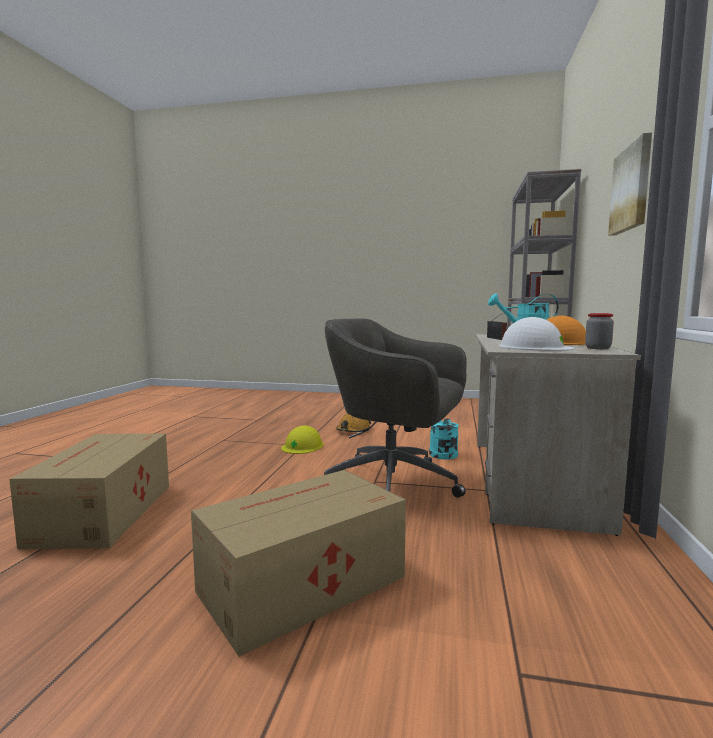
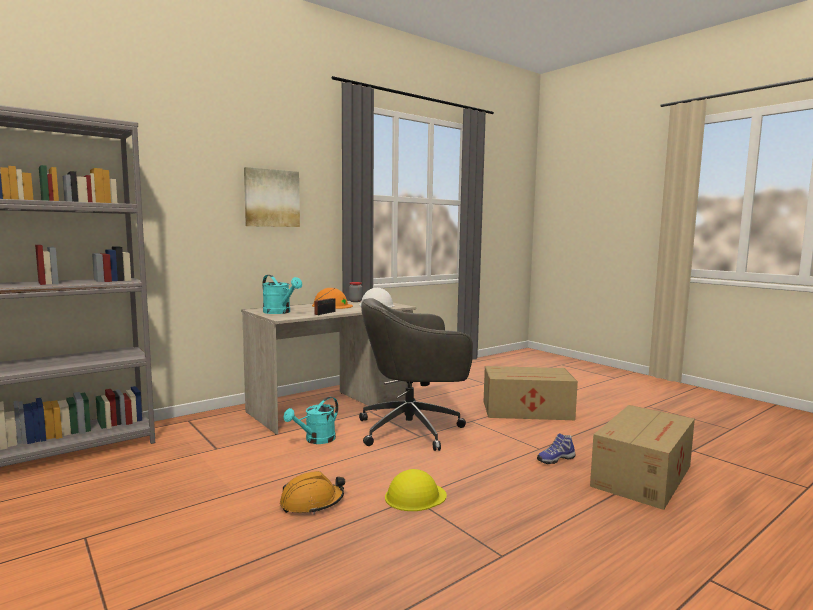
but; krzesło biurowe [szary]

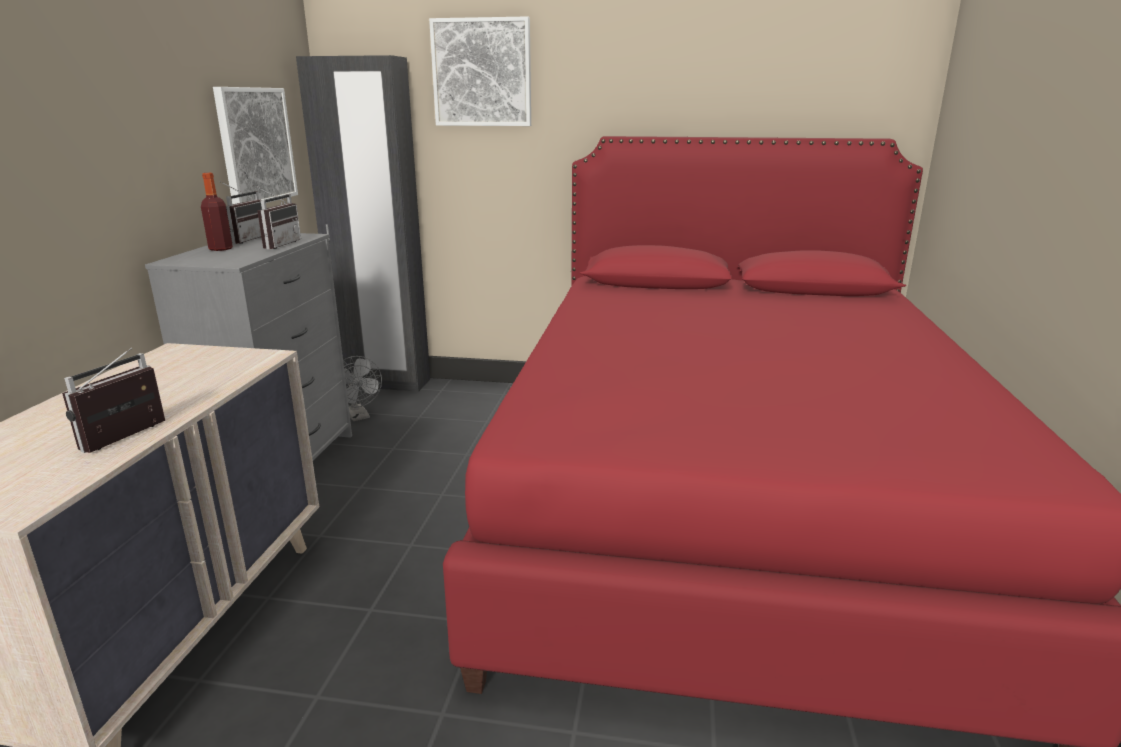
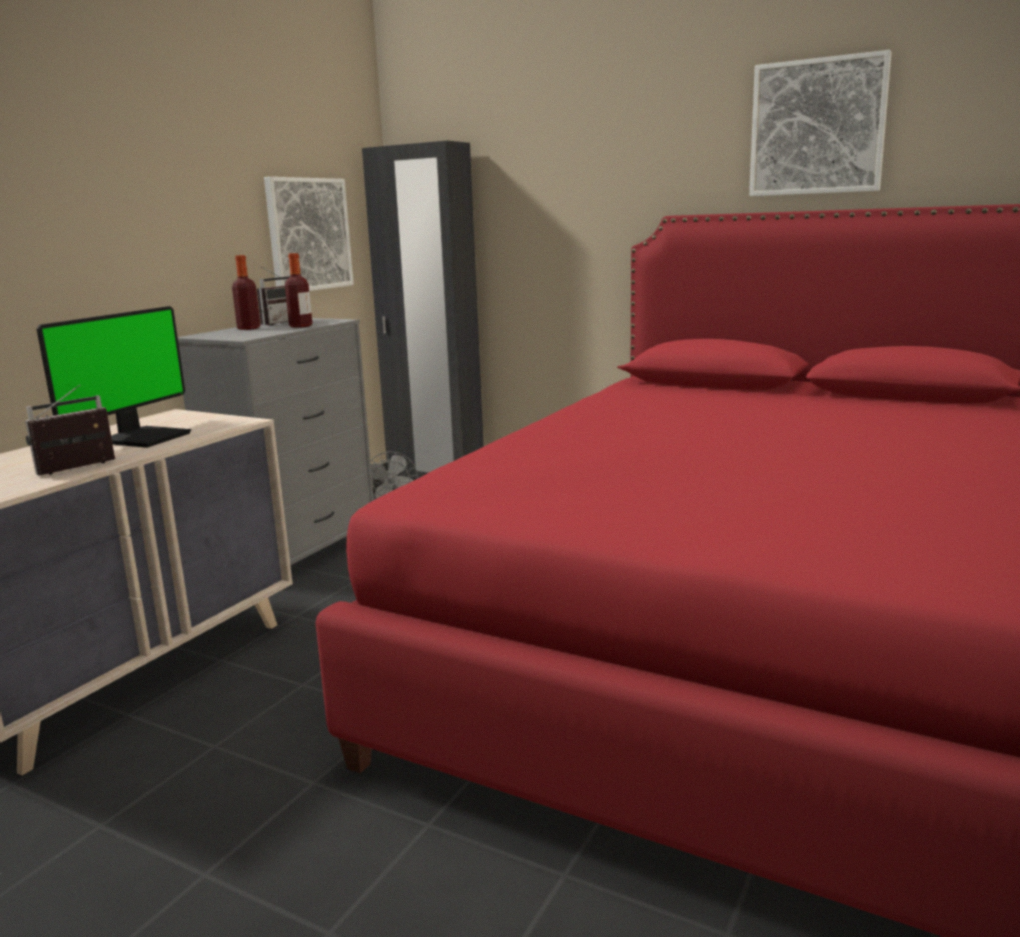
monitor; obraz (2nd from left); butelka (2nd from left)

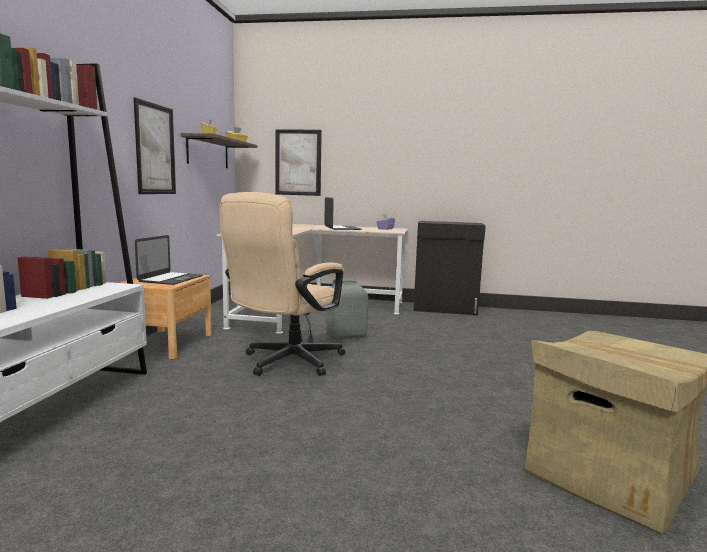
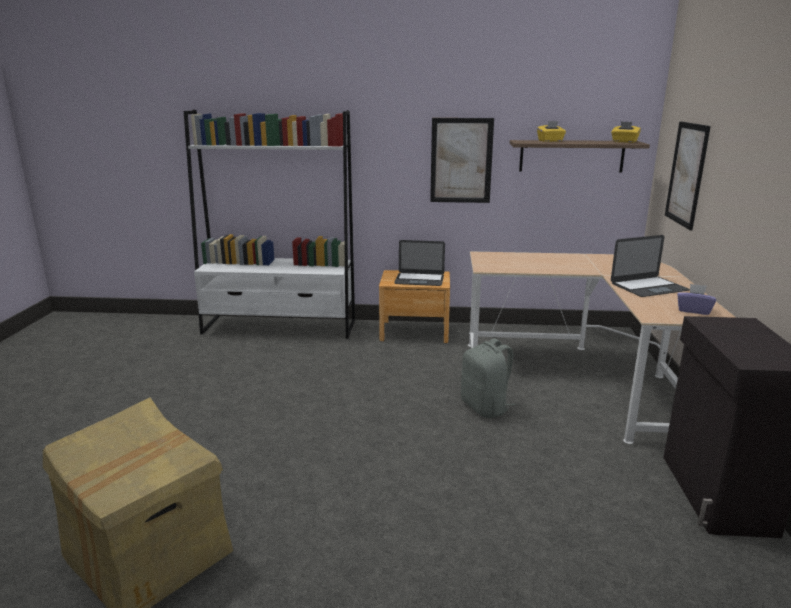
krzesło biurowe [beżowy]

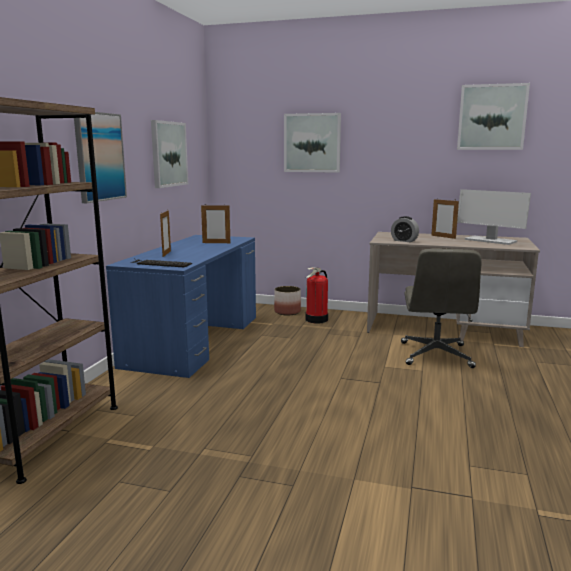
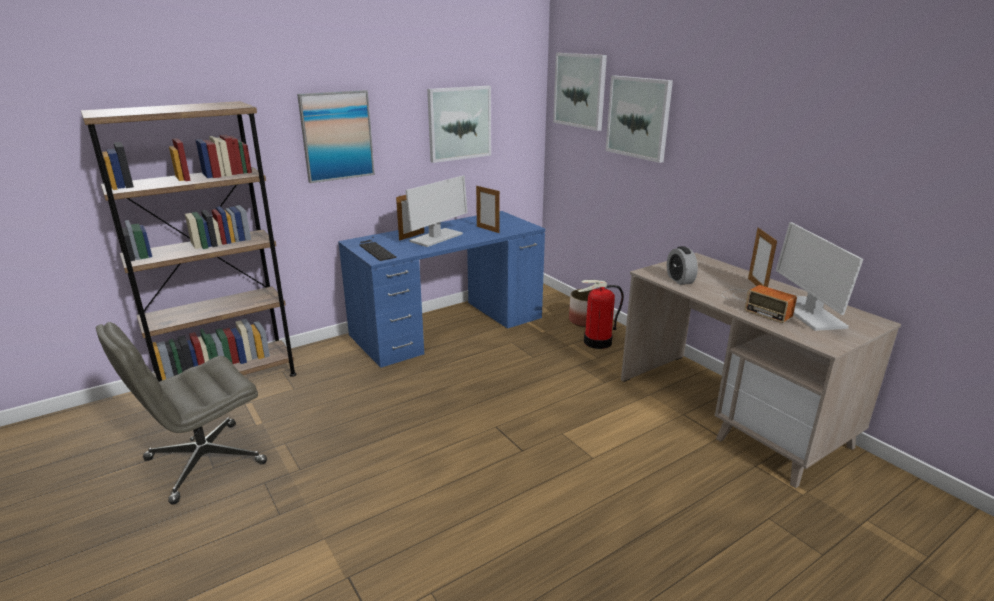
monitor (1st from left); radio; krzesło biurowe [szary]; obraz (3rd from left)

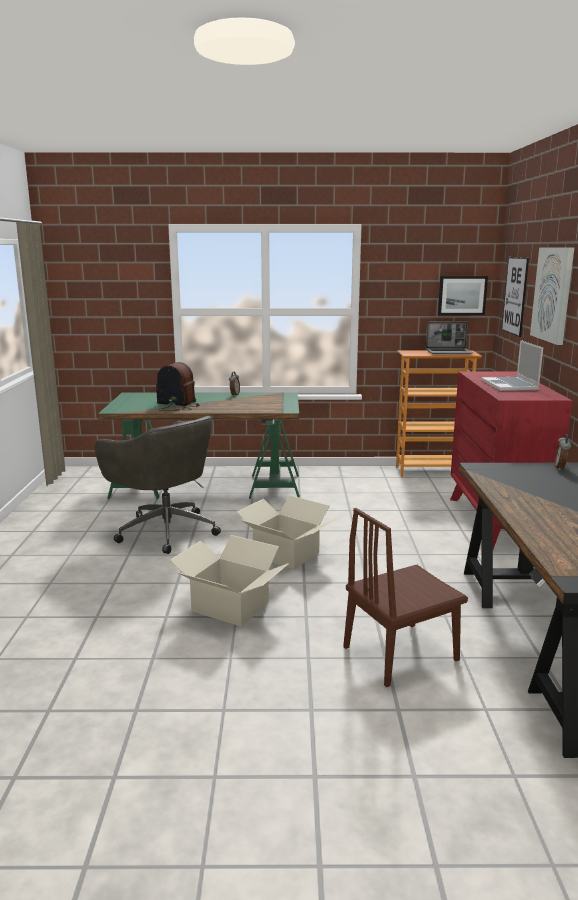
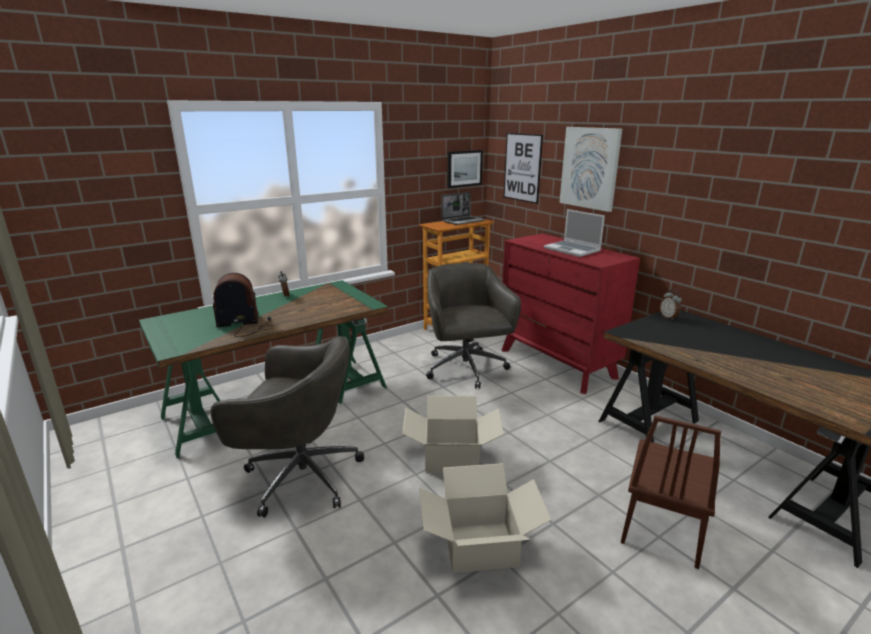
krzesło biurowe [szary] (2nd from left)

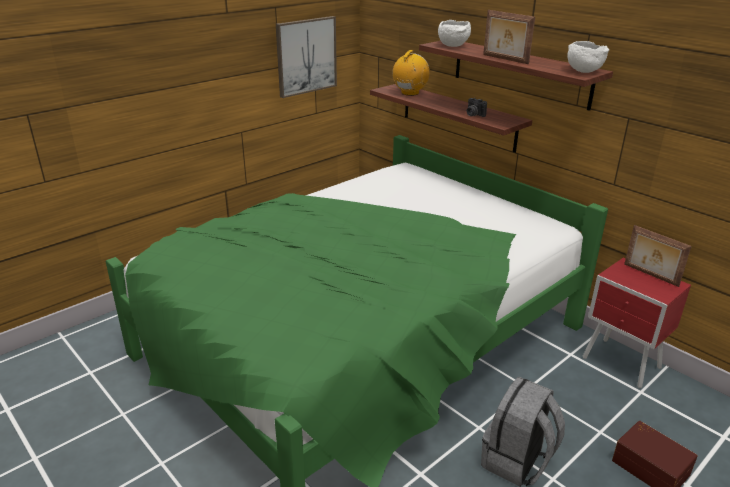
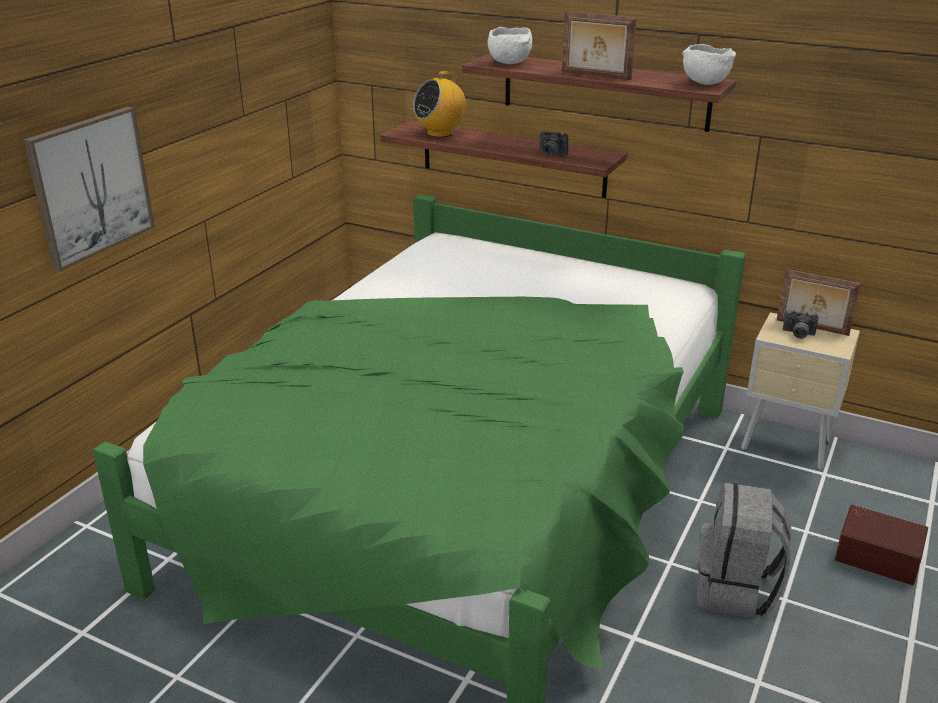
aparat fotograficzny (2nd from left); obraz; szafka nocna [beżowy]; radio

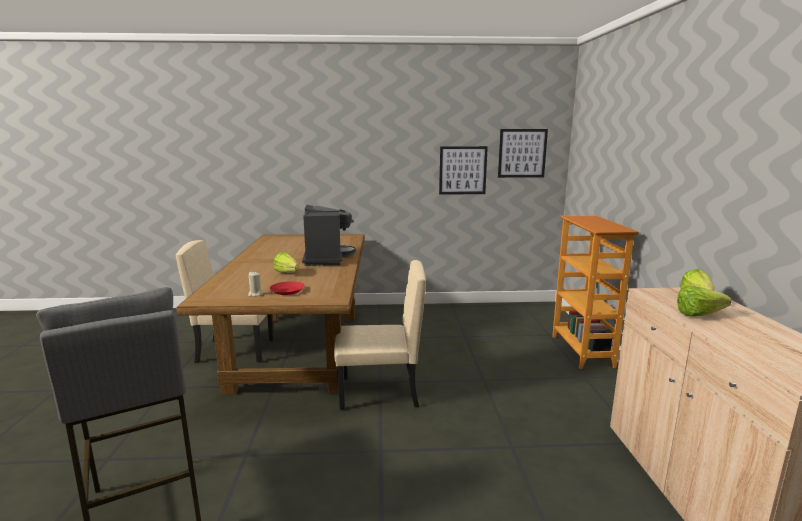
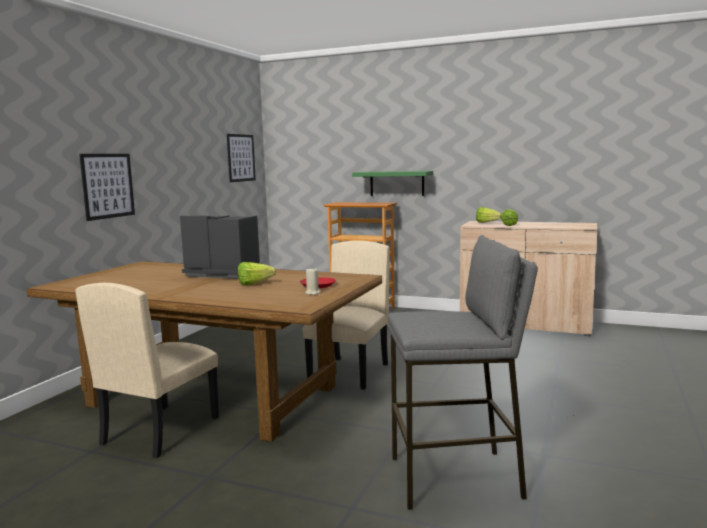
półka [zielony]; obraz (1st from left)

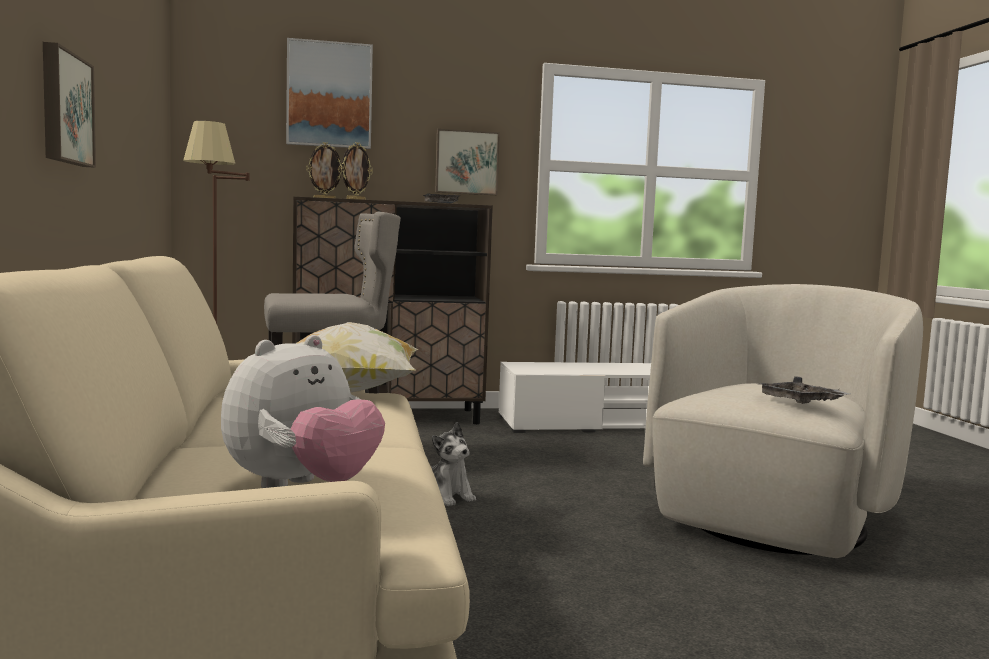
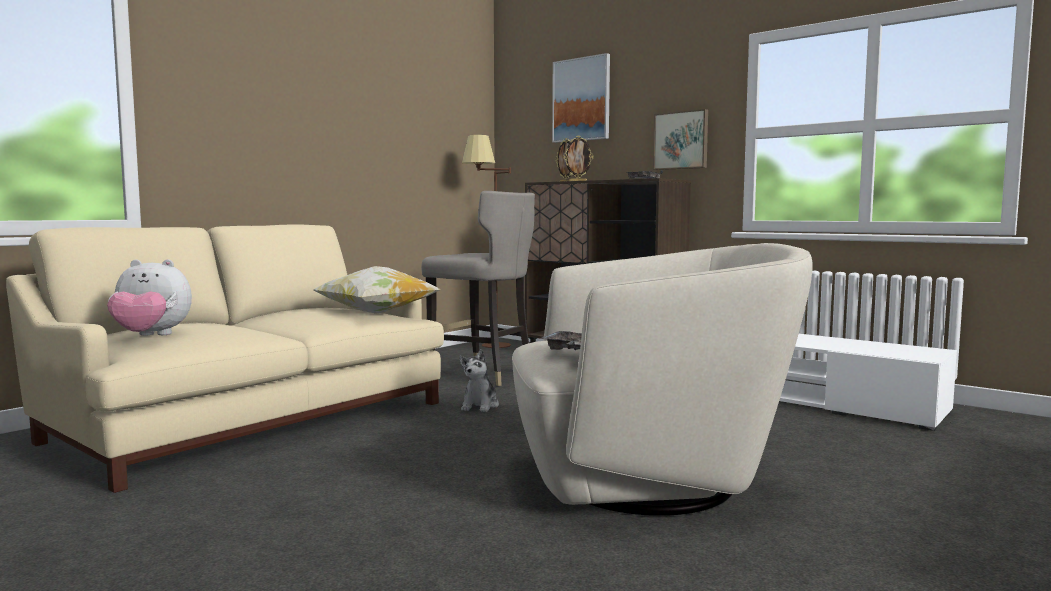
obraz (1st from left in the first image)

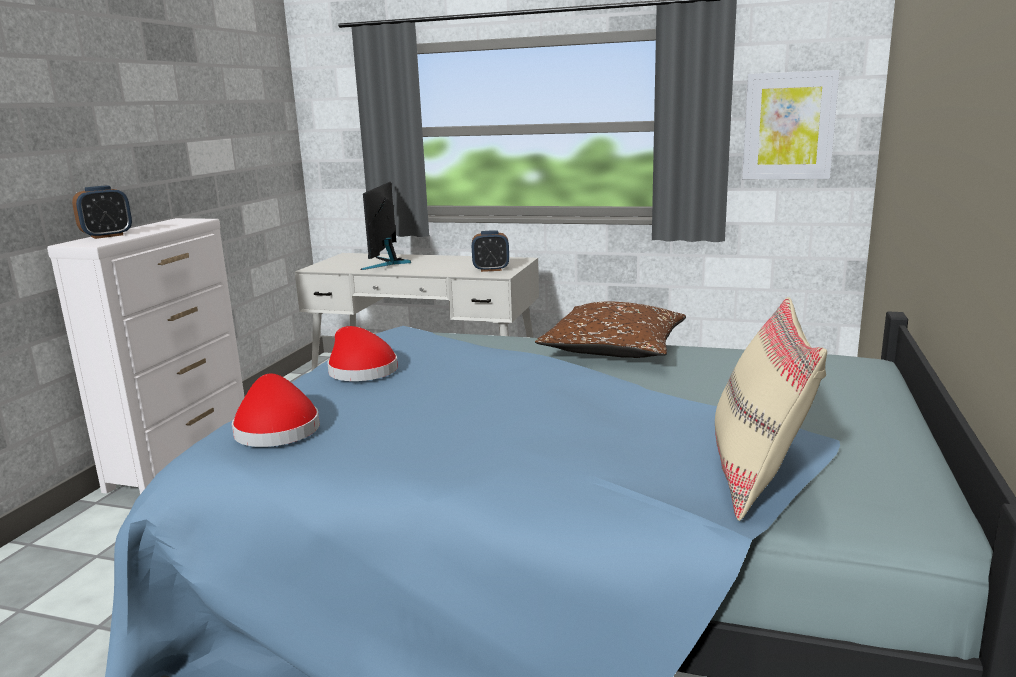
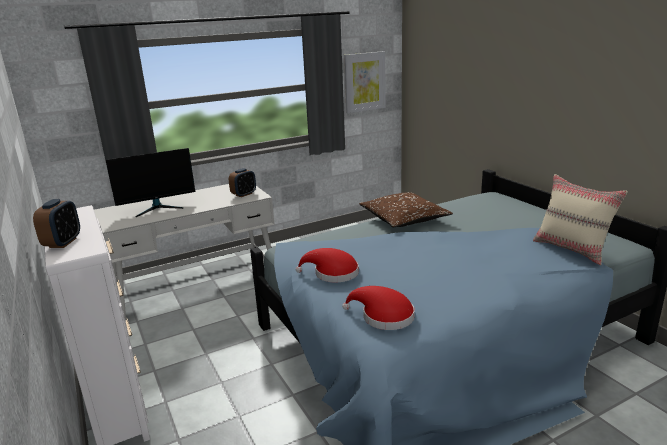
monitor

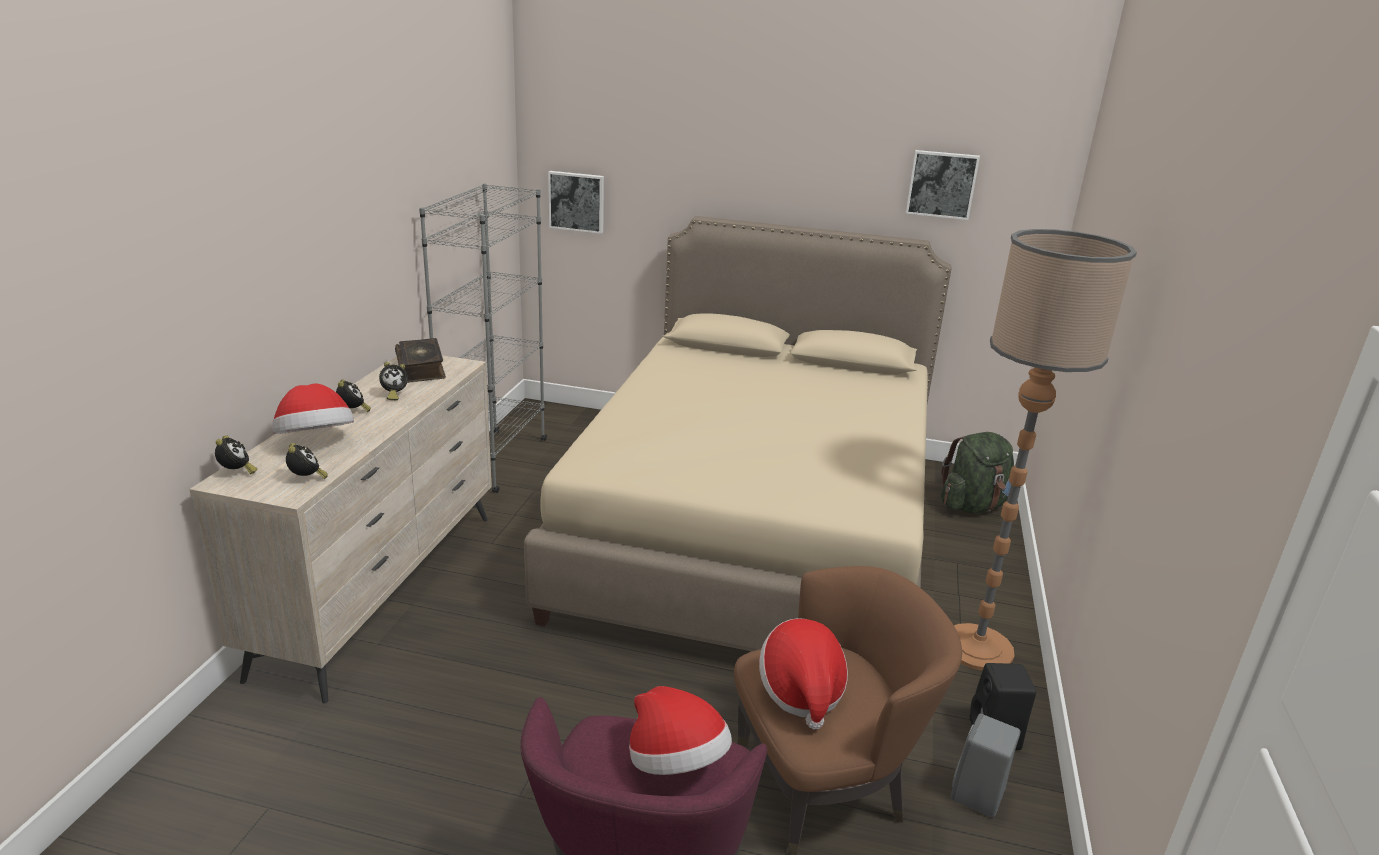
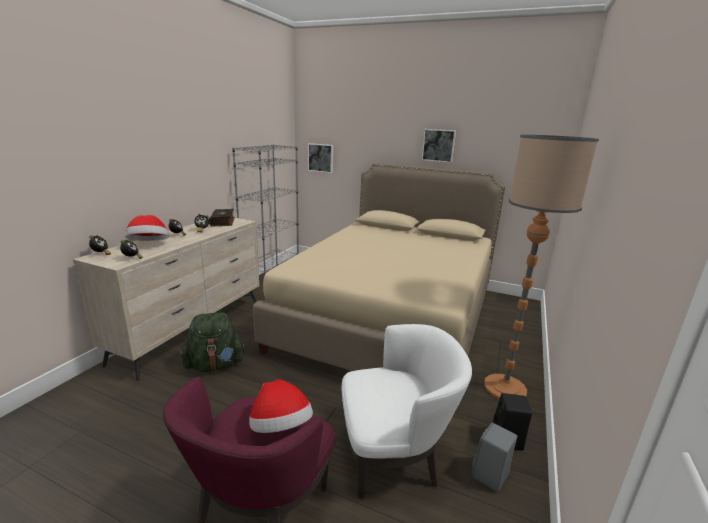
kapelusz (3rd from left in the first image); obraz (2nd from left); plecak [zielony]; fotel [biały]

